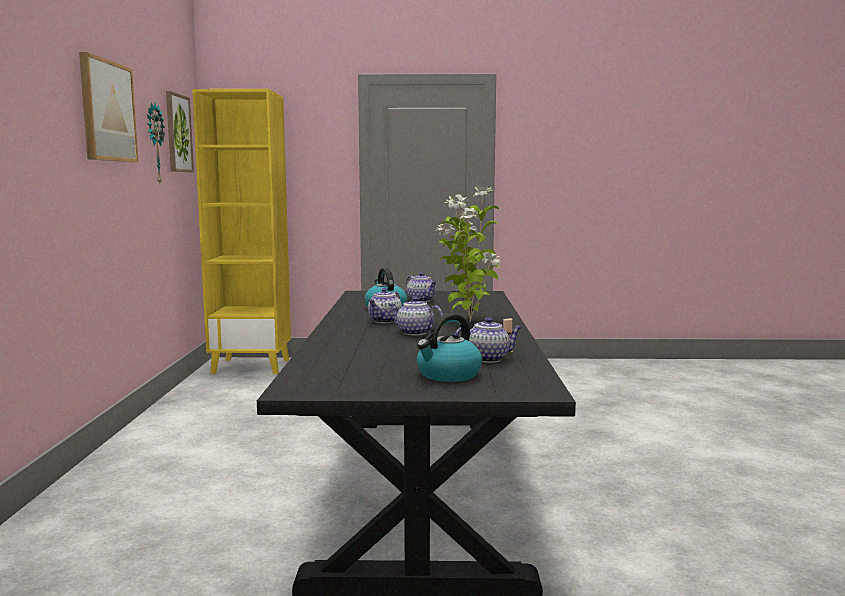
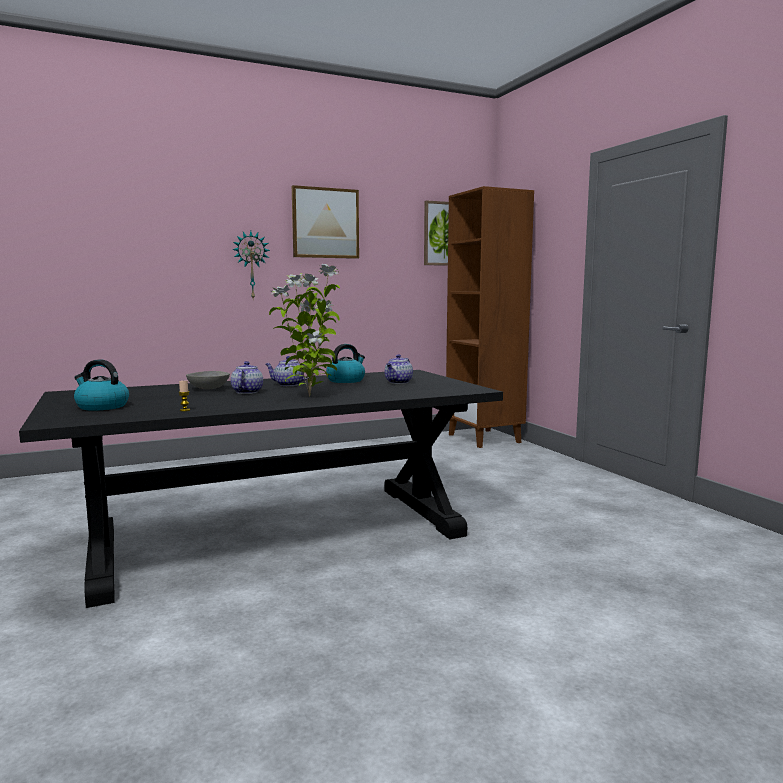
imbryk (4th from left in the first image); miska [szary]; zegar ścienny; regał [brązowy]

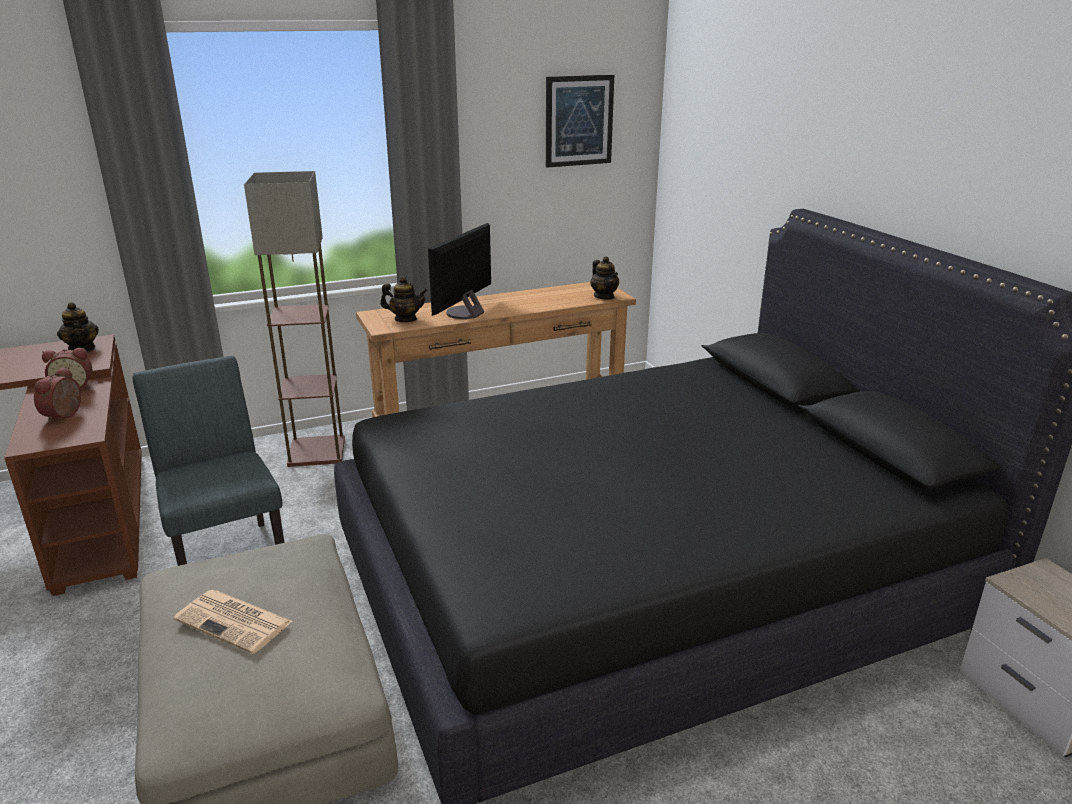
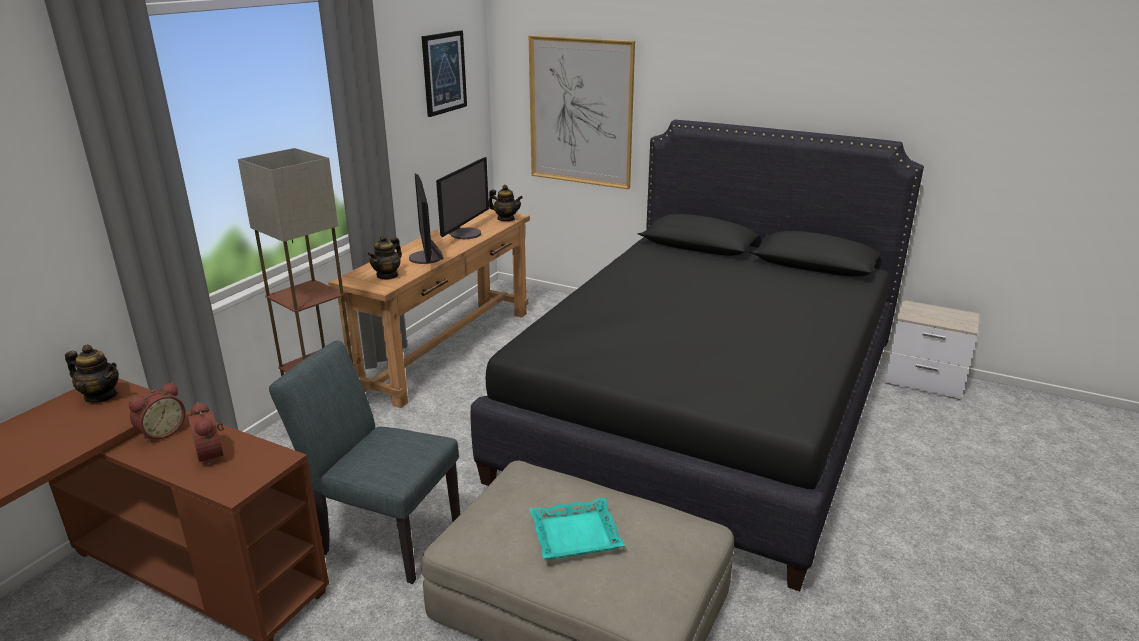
monitor (2nd from left); obraz (2nd from left); taca [turkusowy]; imbryk (2nd from left)

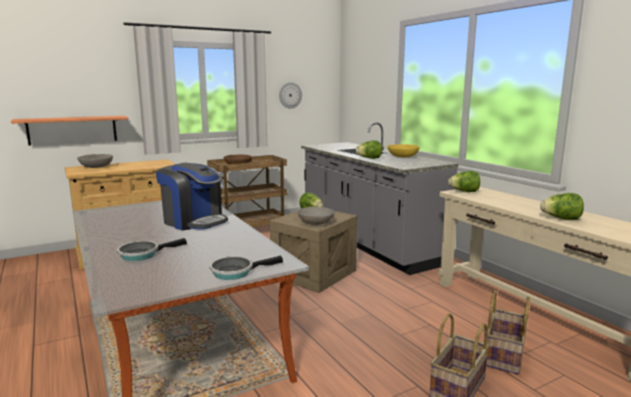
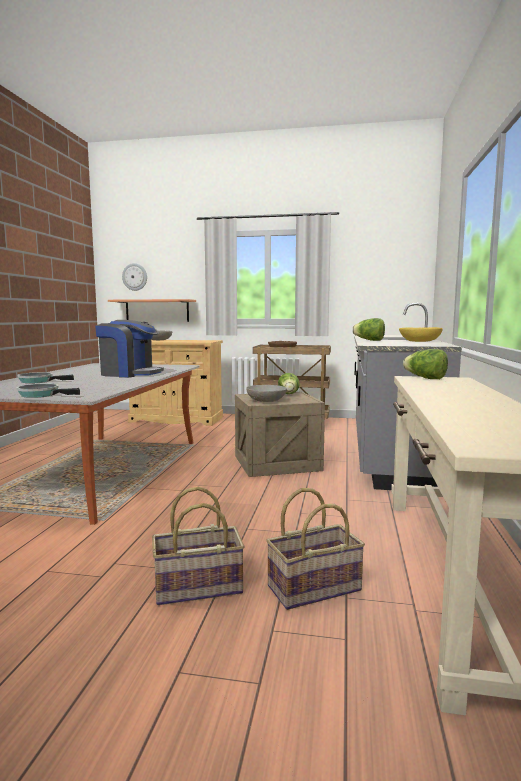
sałata (4th from left in the first image); zegar ścienny; ekspres do kawy

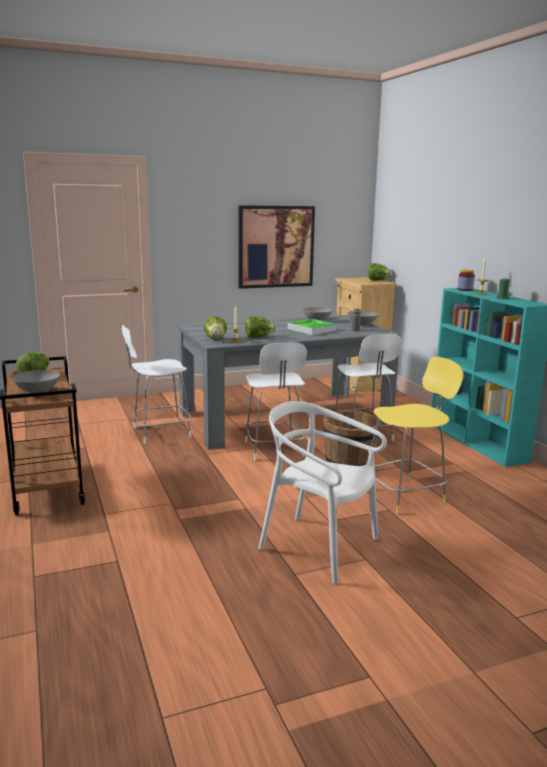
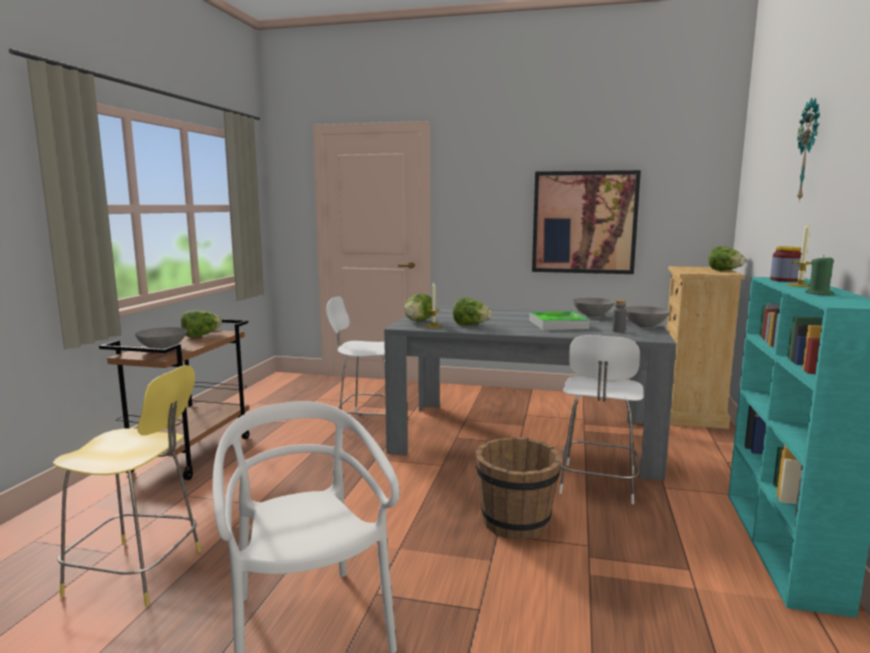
stołek [biały] (2nd from left in the first image); zegar ścienny; stołek [żółty]

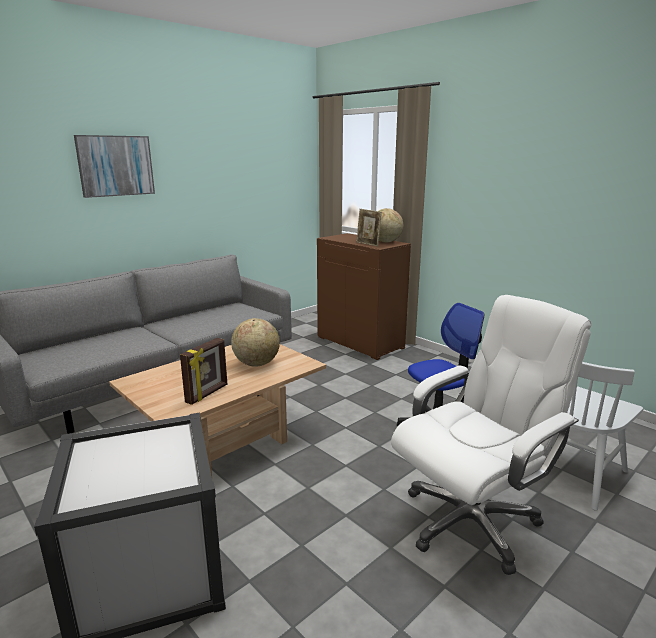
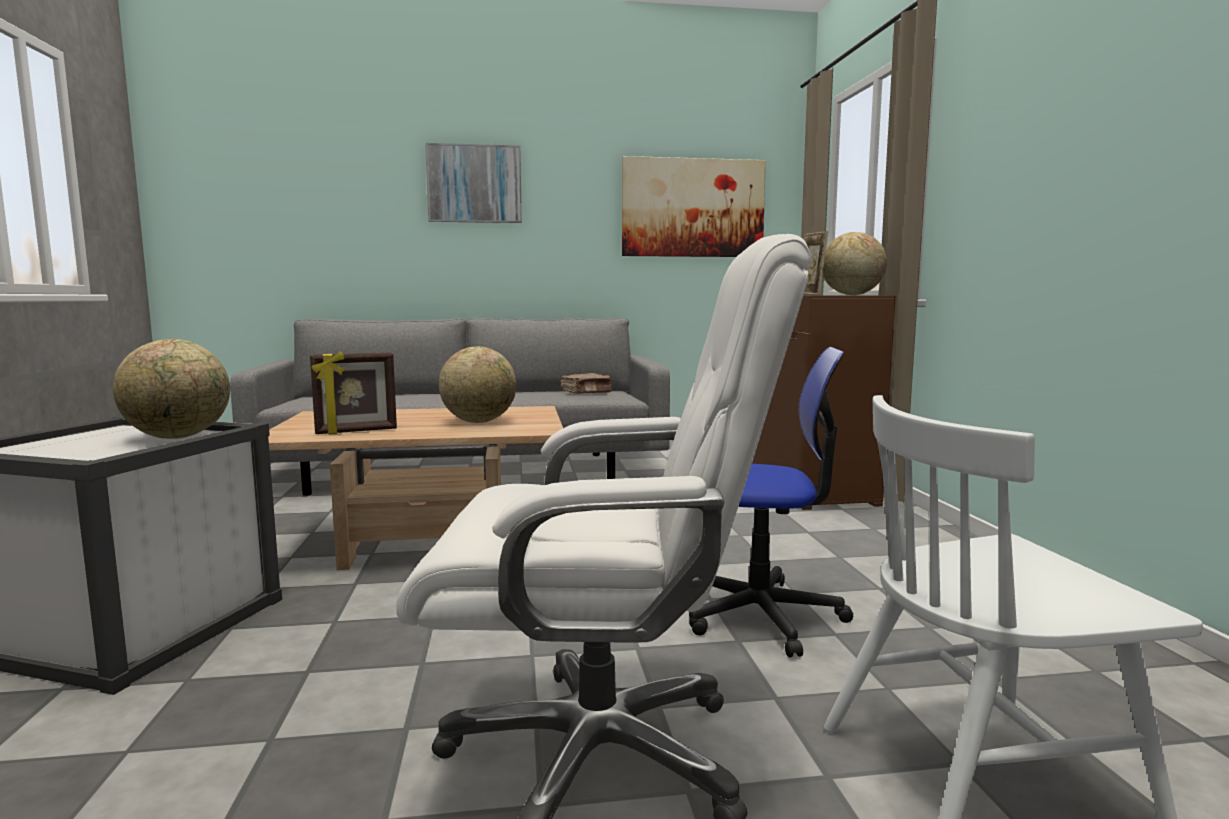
globus (1st from left); książka [brązowy]; obraz (2nd from left)

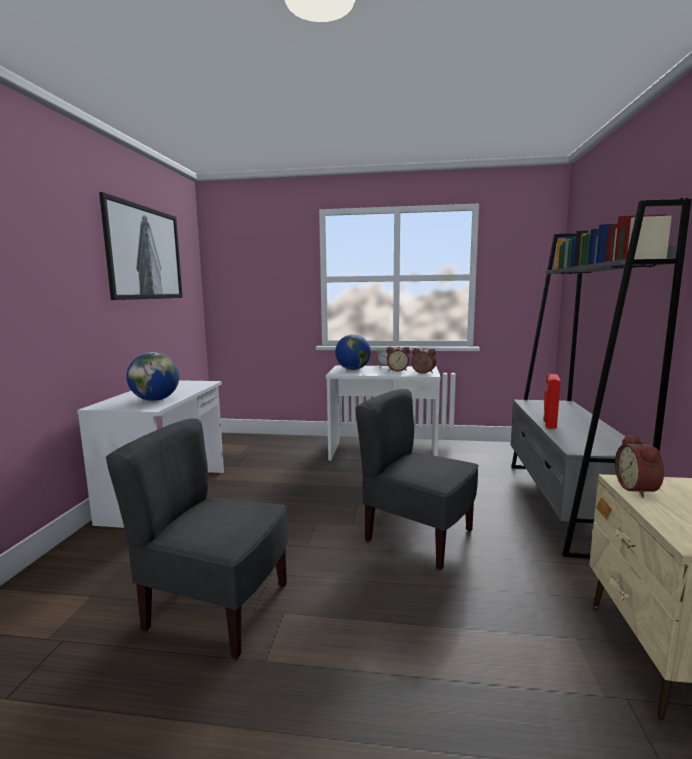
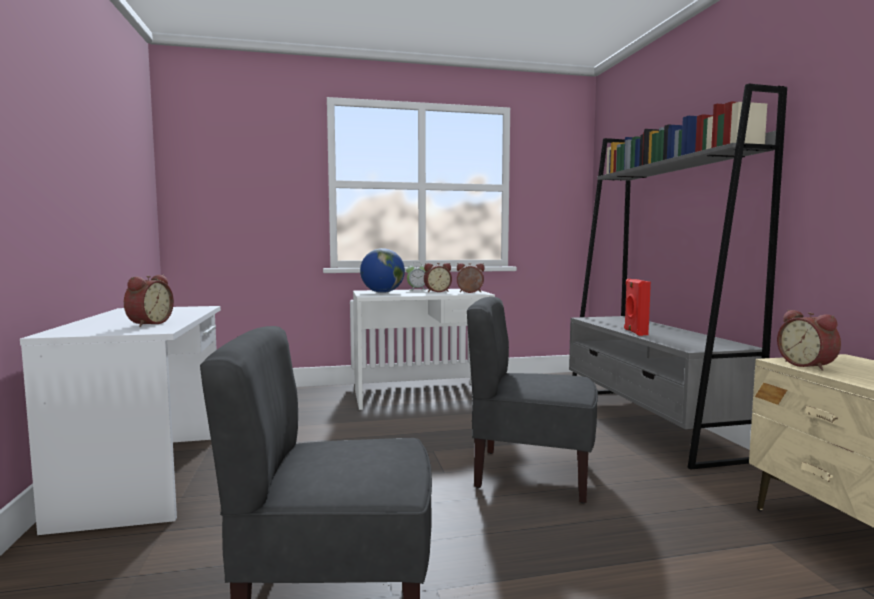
obraz; budzik (1st from left)

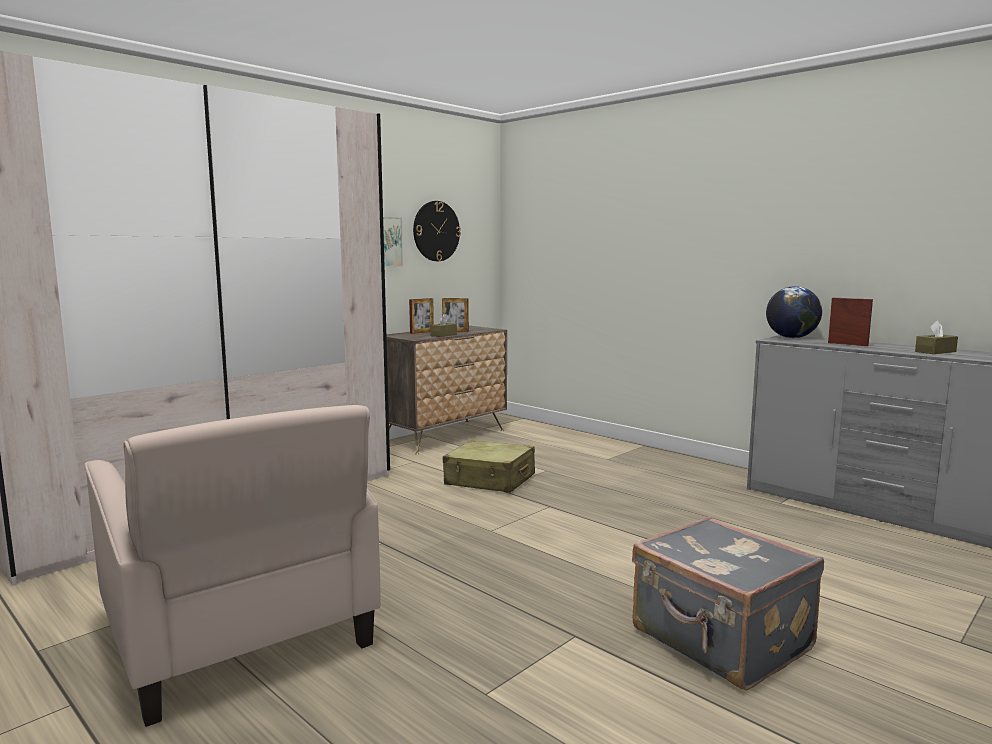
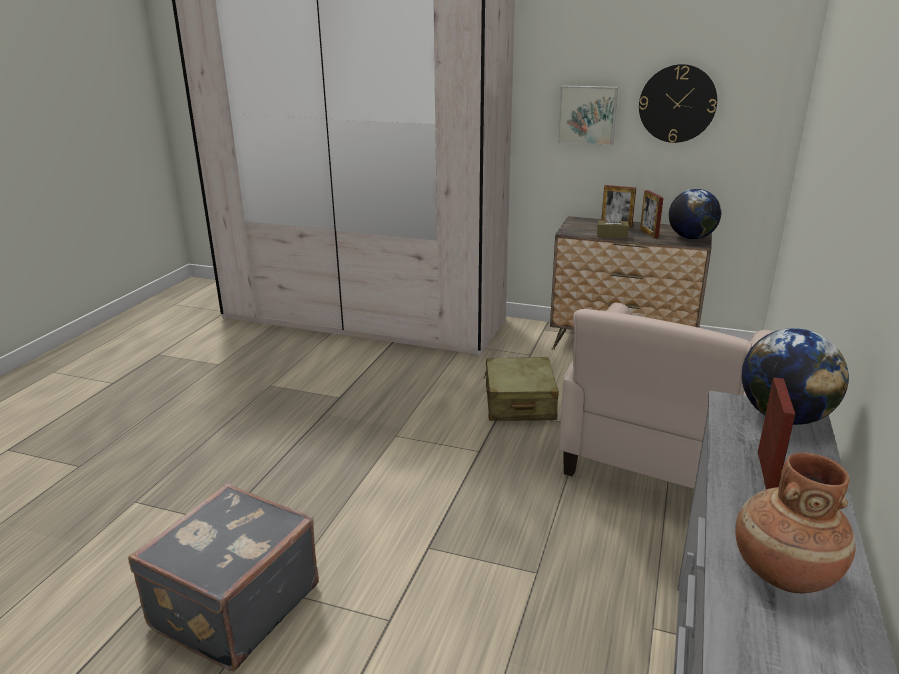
globus (1st from left); fotel [beżowy]; wazon [brązowy]

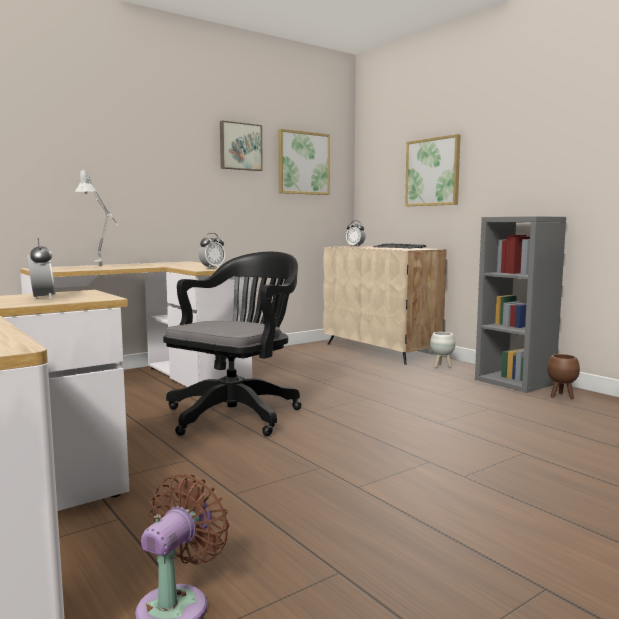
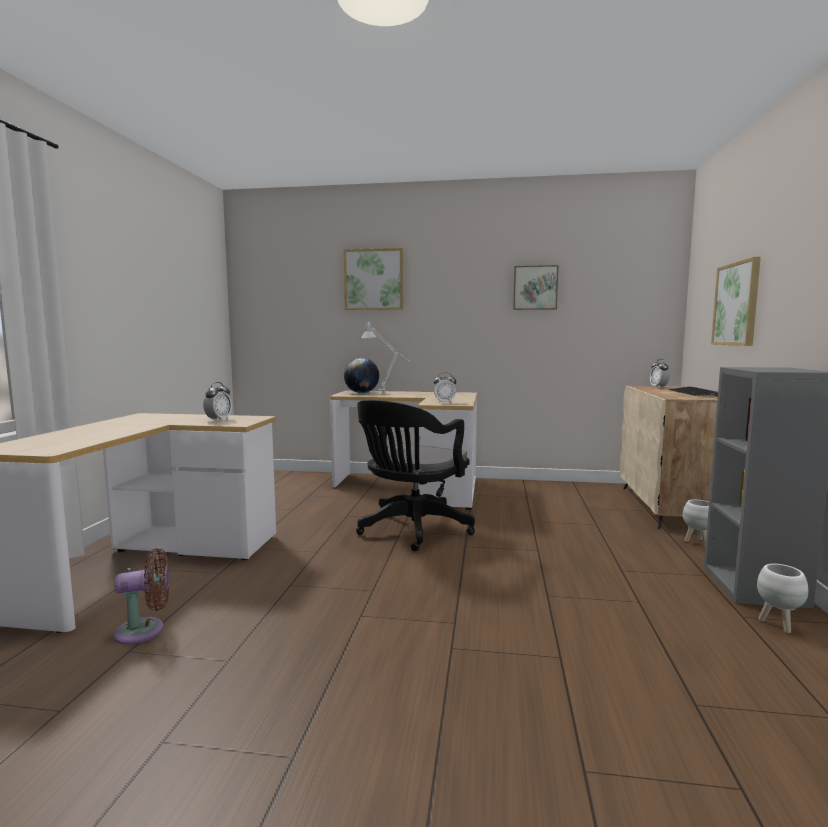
globus; obraz (1st from left); donica [biały] (2nd from left); krzesło biurowe [czarny]

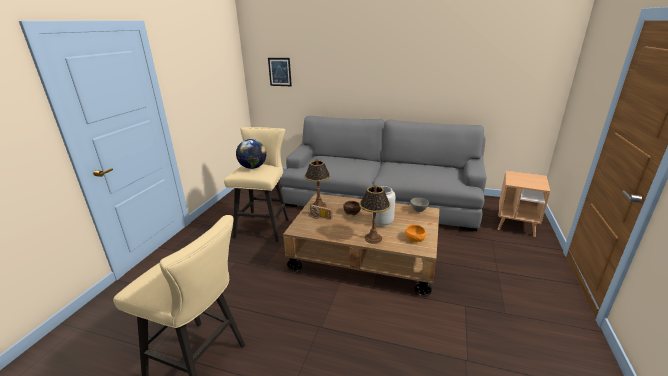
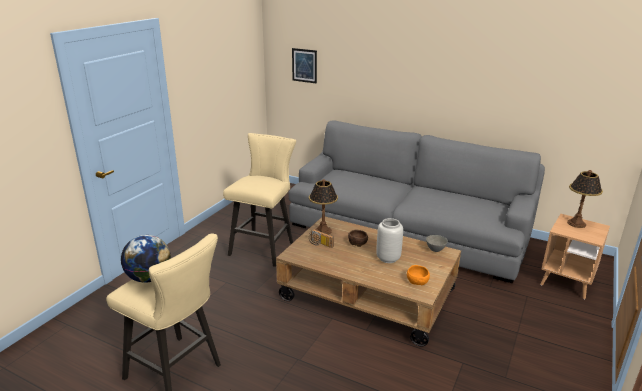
globus; lampa stołowa (2nd from left)

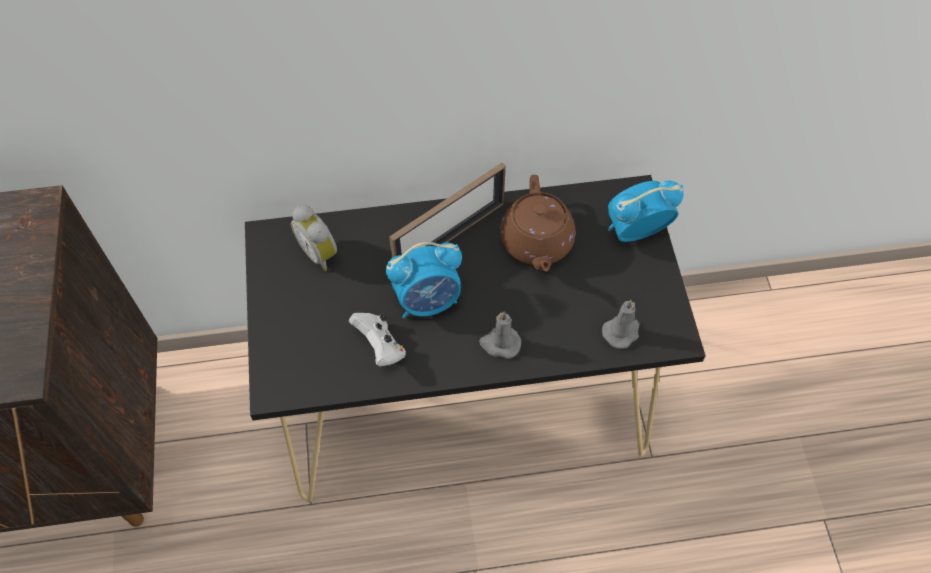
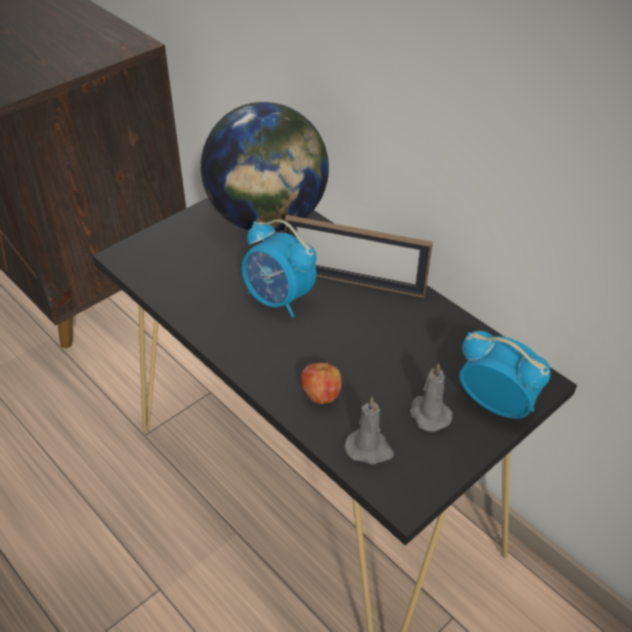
pad do gier [biały]; imbryk [brązowy]; jabłko; świeca [szary] (2nd from left); globus

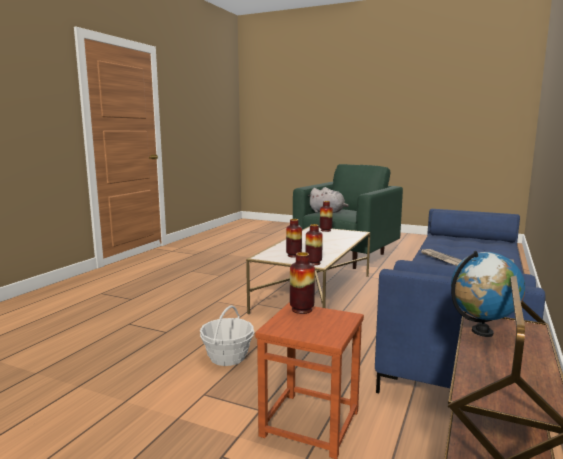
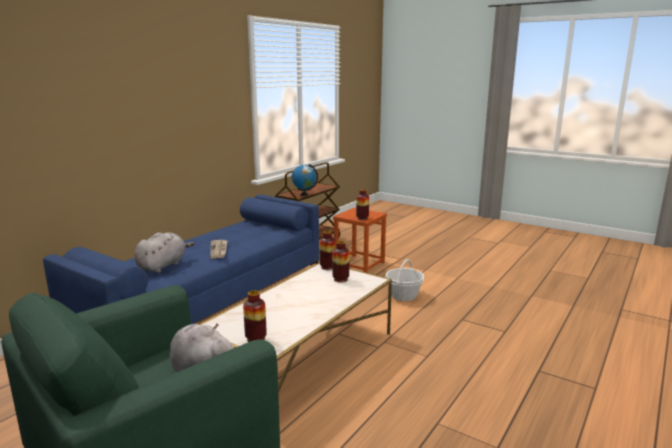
pluszak [szary] (1st from left)

